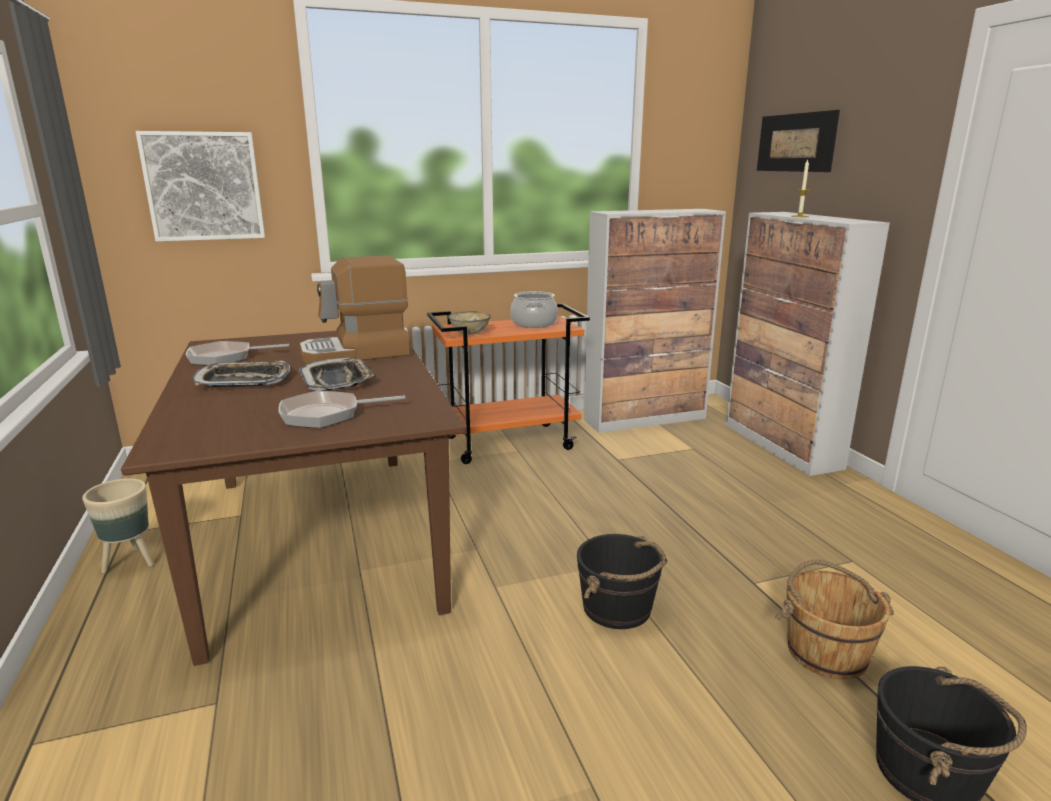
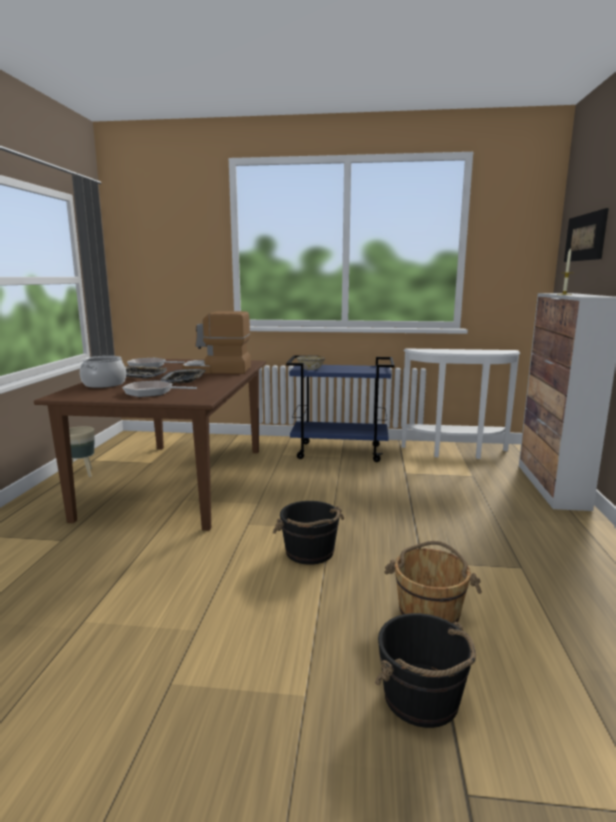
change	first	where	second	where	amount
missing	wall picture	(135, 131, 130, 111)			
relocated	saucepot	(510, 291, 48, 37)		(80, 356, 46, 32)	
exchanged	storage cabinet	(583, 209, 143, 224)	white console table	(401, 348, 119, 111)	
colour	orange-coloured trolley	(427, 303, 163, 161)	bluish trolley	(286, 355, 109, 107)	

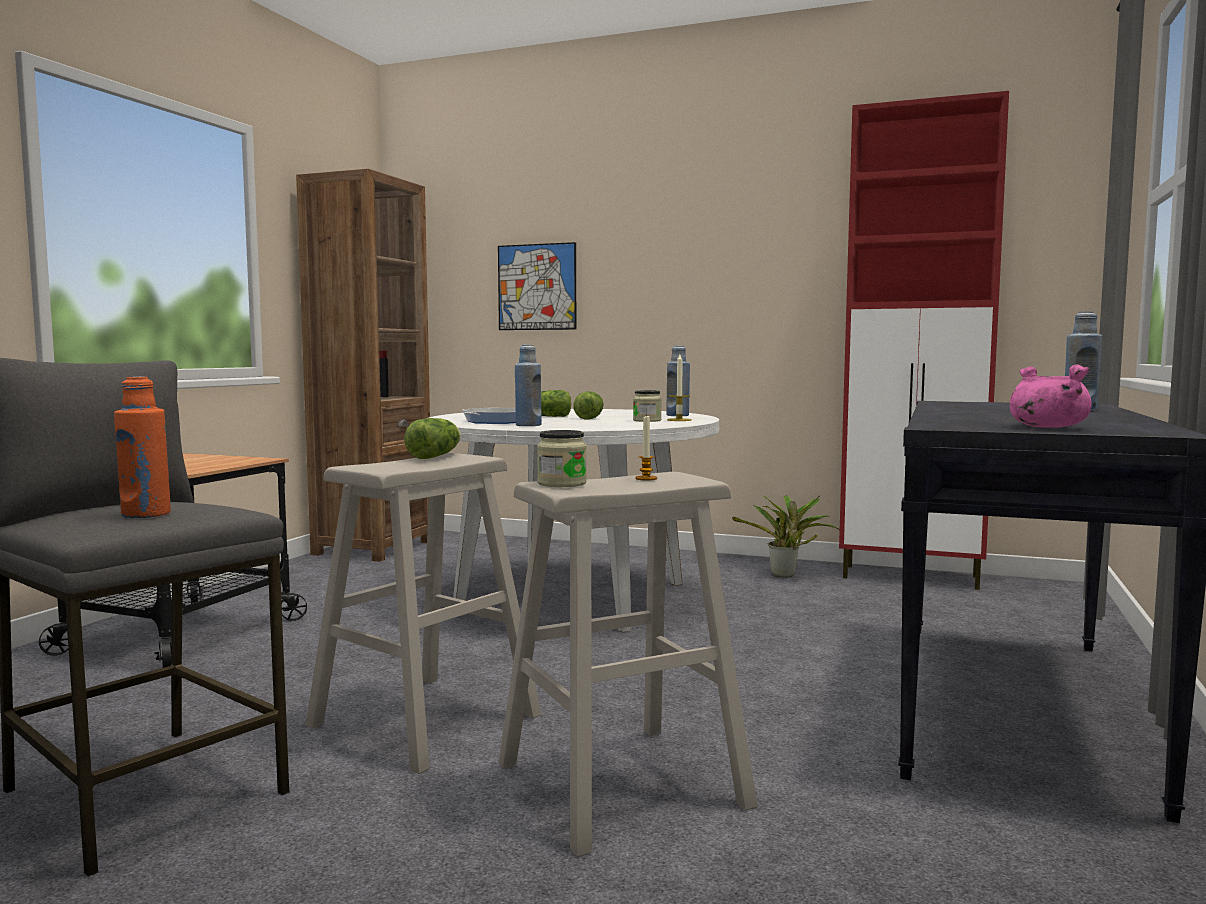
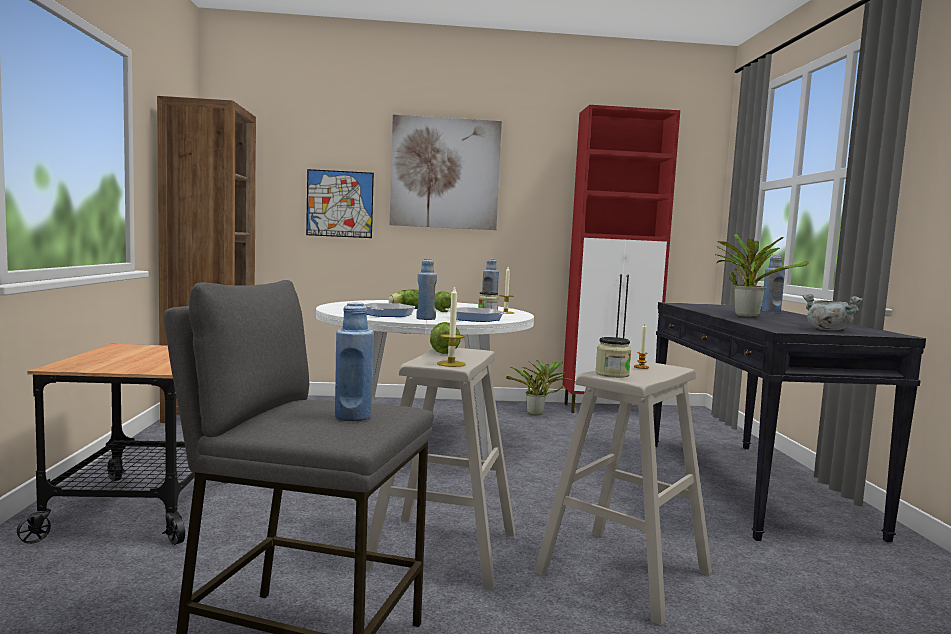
change	first	where	second	where	amount
appeared			wall picture	(389, 115, 113, 115)	
appeared			wax candle	(437, 285, 29, 82)	
appeared			frying pan	(445, 307, 61, 15)	
appeared			plant in a pot	(714, 234, 95, 83)	
colour	orange-coloured drink bottle	(114, 377, 57, 141)	bluish drink bottle	(335, 303, 39, 118)	
colour	pinkish saucepot	(1010, 364, 82, 64)	gray saucepot	(803, 294, 60, 36)	

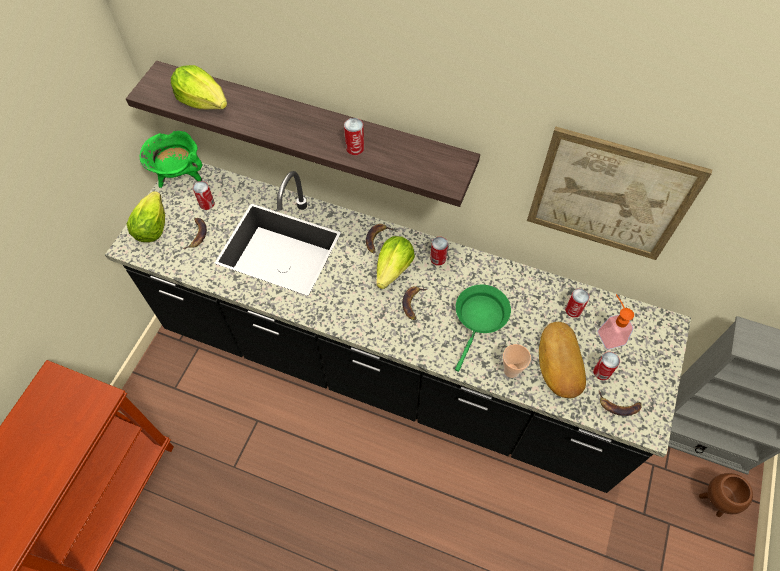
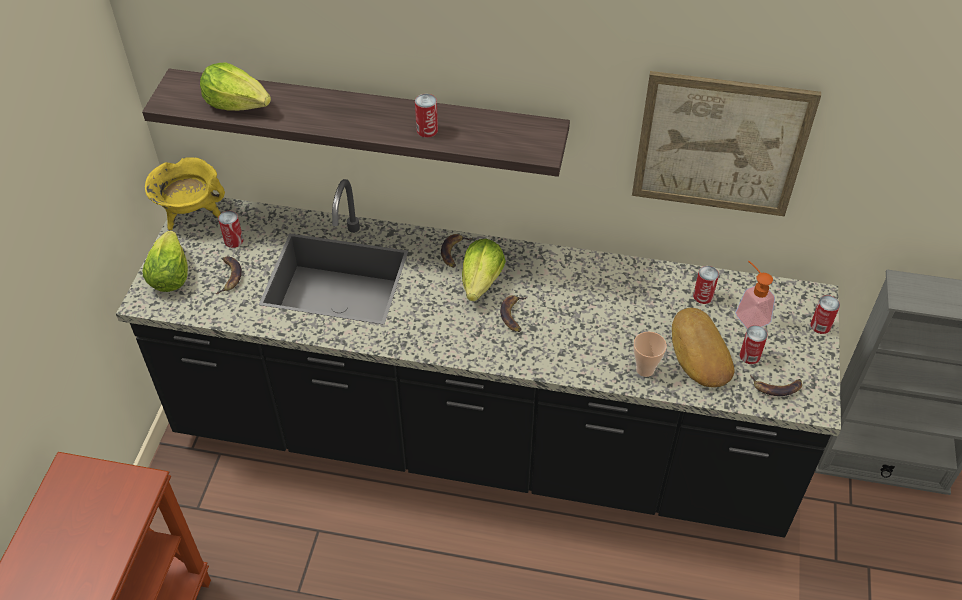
change	first	where	second	where	amount
missing	greenish frying pan	(455, 284, 56, 88)			
missing	brown-coloured plant pot	(699, 473, 54, 44)			
relocated	can	(430, 237, 18, 29)		(810, 295, 30, 39)	
colour	greenish saucepot	(140, 130, 63, 58)	yellow-coloured saucepot	(145, 157, 80, 73)	

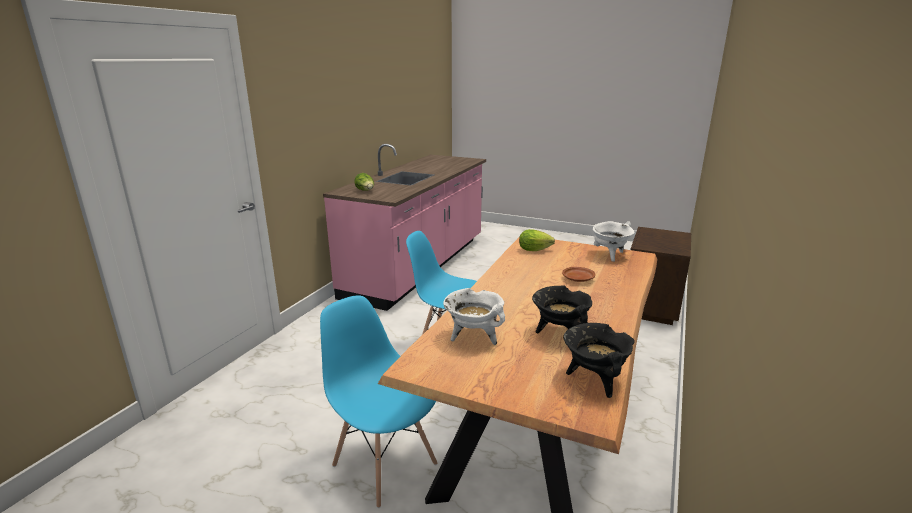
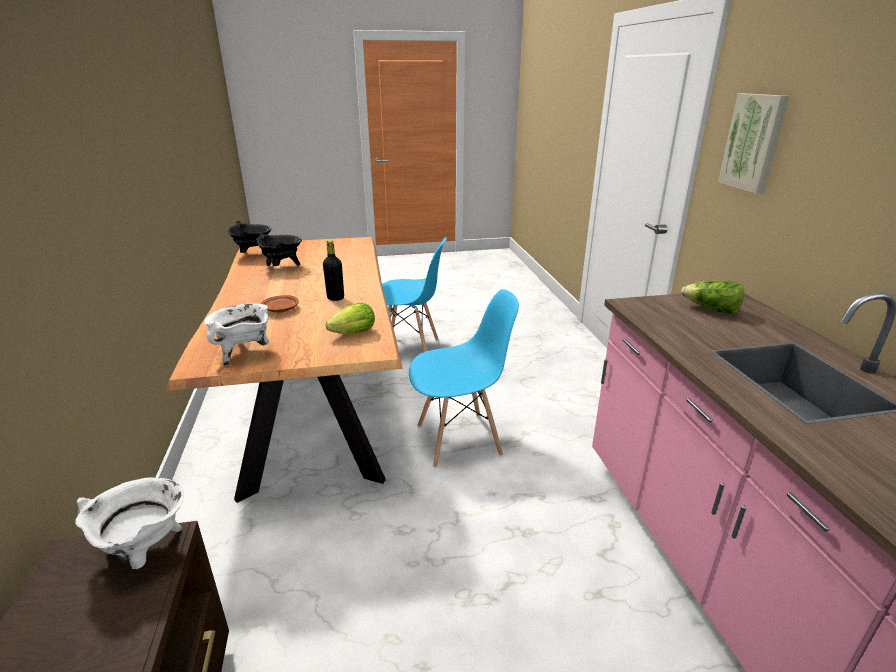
change	first	where	second	where	amount
appeared			black drink bottle	(323, 240, 21, 61)	
appeared			wall picture	(718, 93, 72, 101)	
relocated	white saucepot	(443, 288, 62, 57)		(75, 477, 109, 92)	

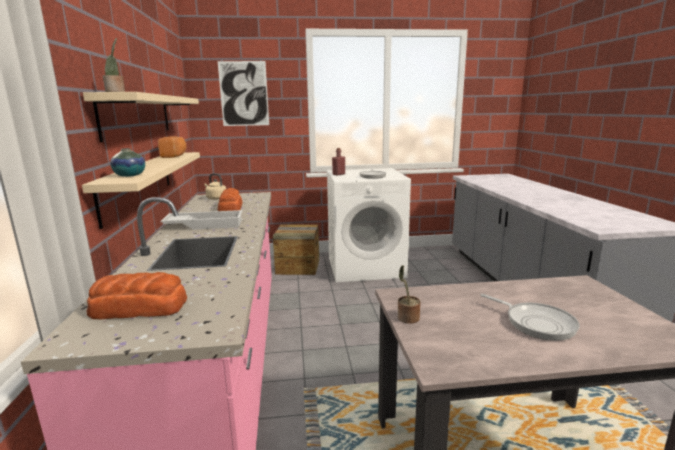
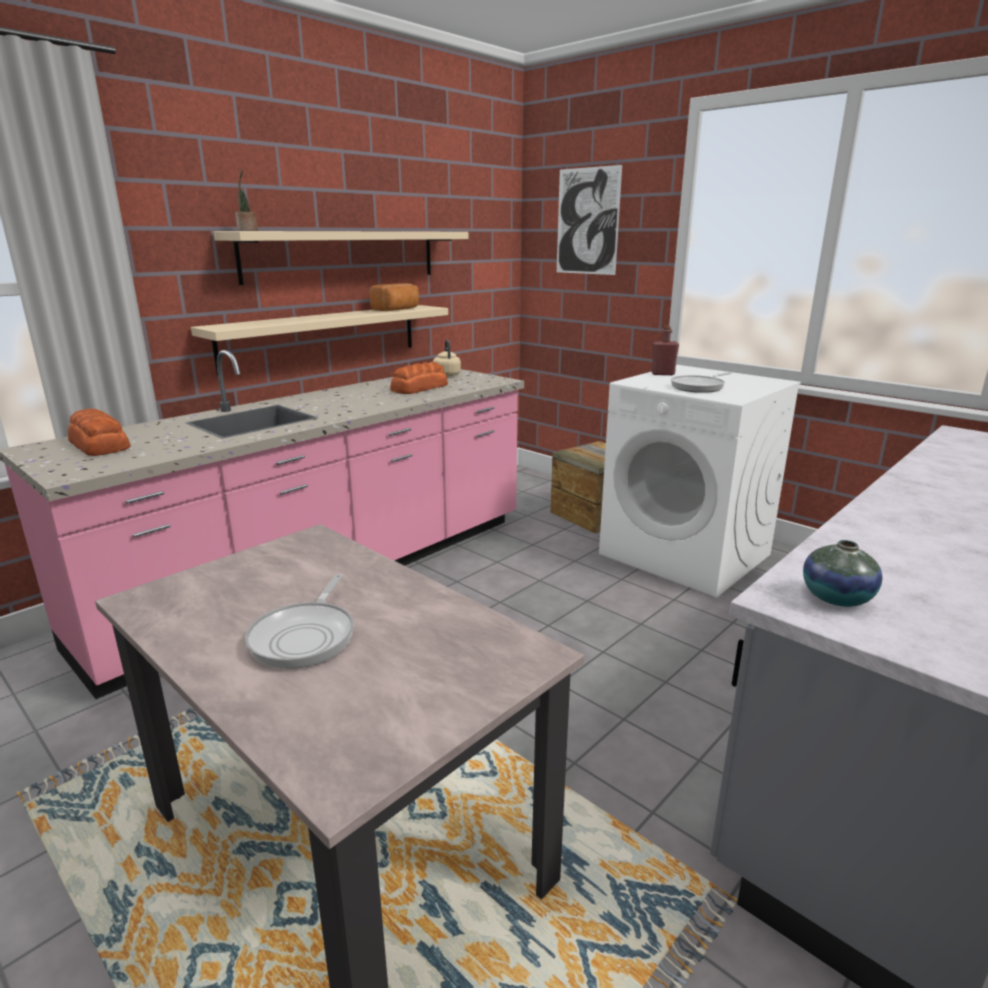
change	first	where	second	where	amount
missing	white serving tray	(160, 210, 83, 20)			
missing	plant in a pot	(398, 265, 23, 59)			
relocated	flower vase	(110, 148, 35, 29)		(803, 540, 80, 67)	

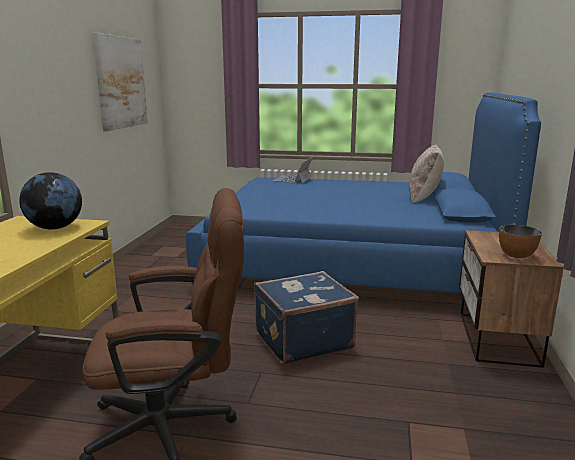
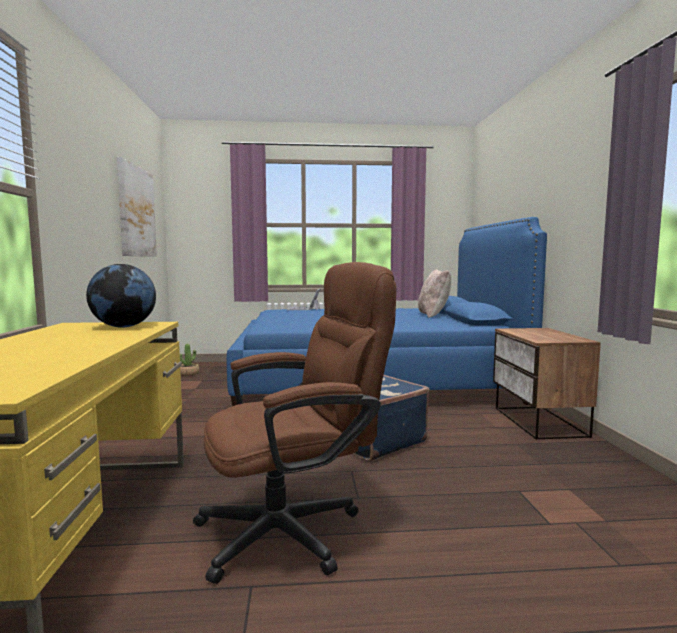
change	first	where	second	where	amount
missing	deep dish	(499, 225, 43, 33)			
appeared			plant in a pot	(180, 344, 19, 32)	

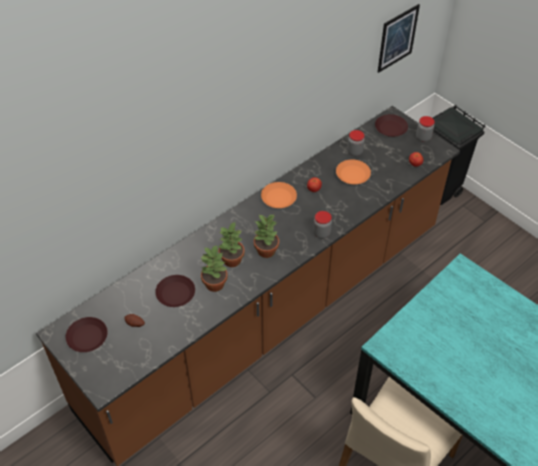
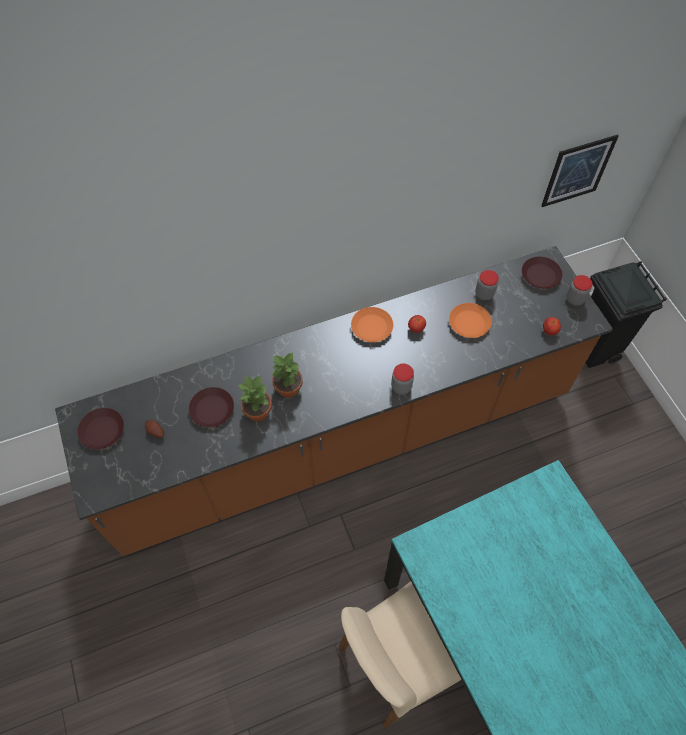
change	first	where	second	where	amount
missing	plant in a pot	(254, 214, 25, 44)			

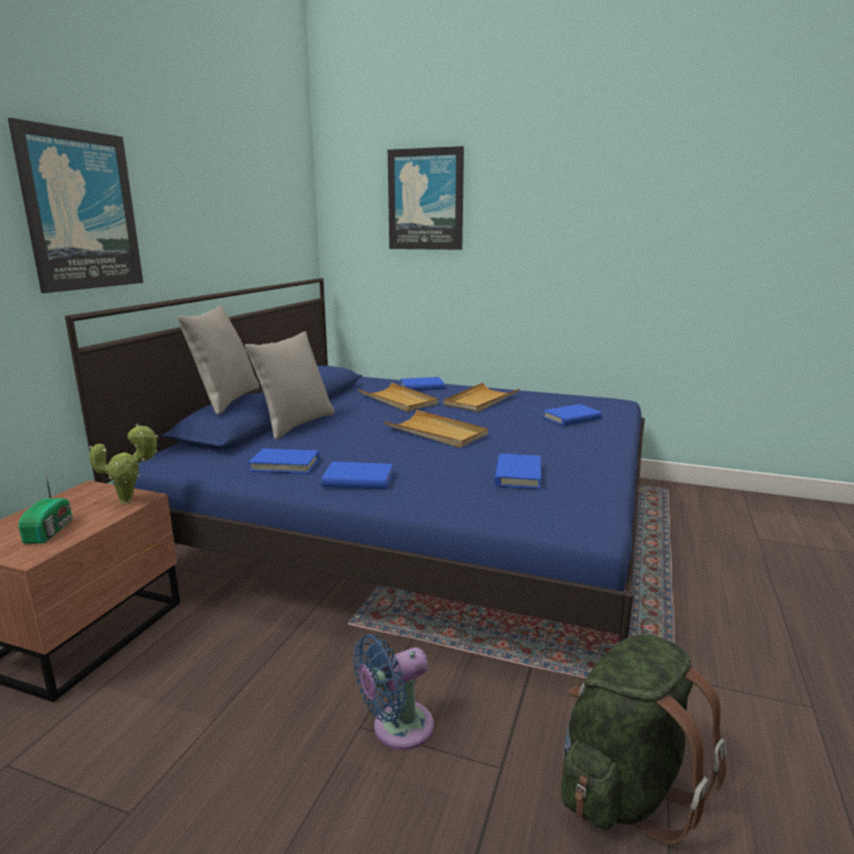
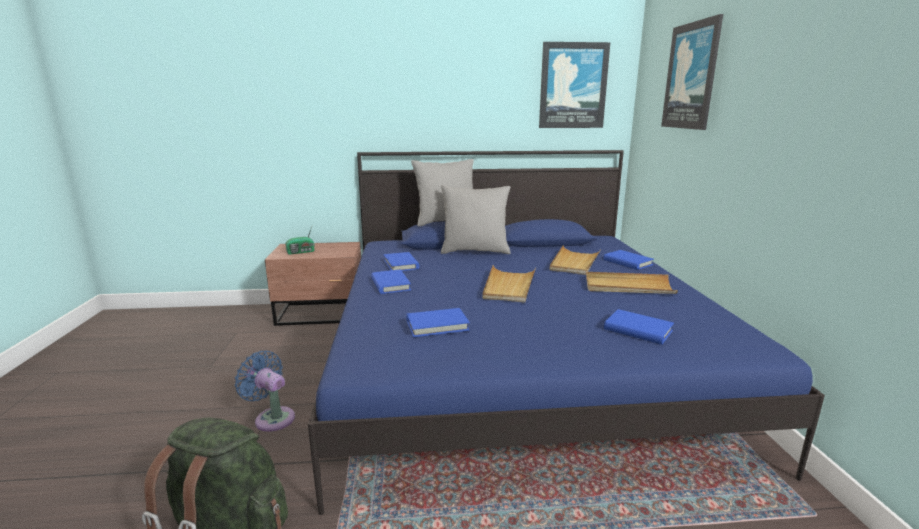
change	first	where	second	where	amount
missing	plant in a pot	(89, 424, 70, 80)			
relocated	wall picture	(8, 118, 135, 175)		(539, 42, 71, 86)	

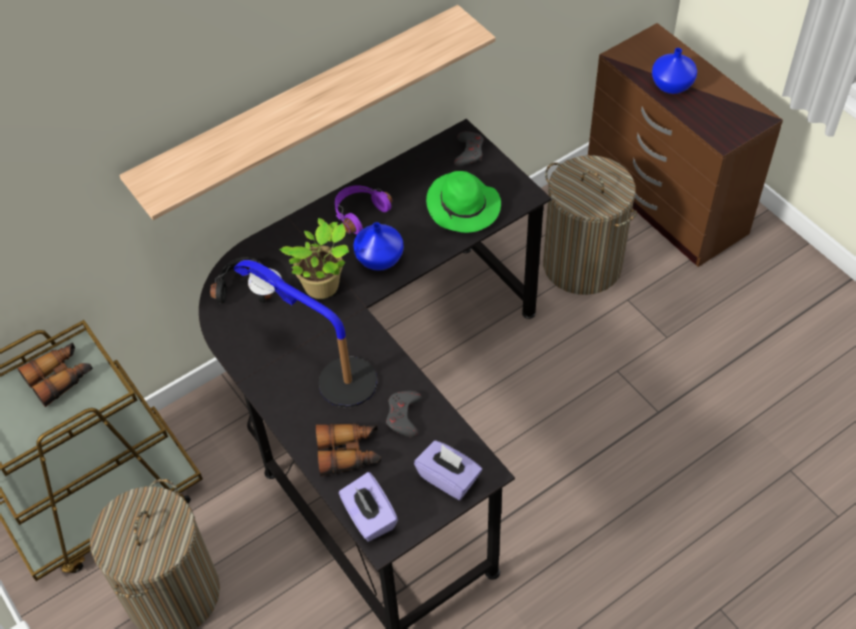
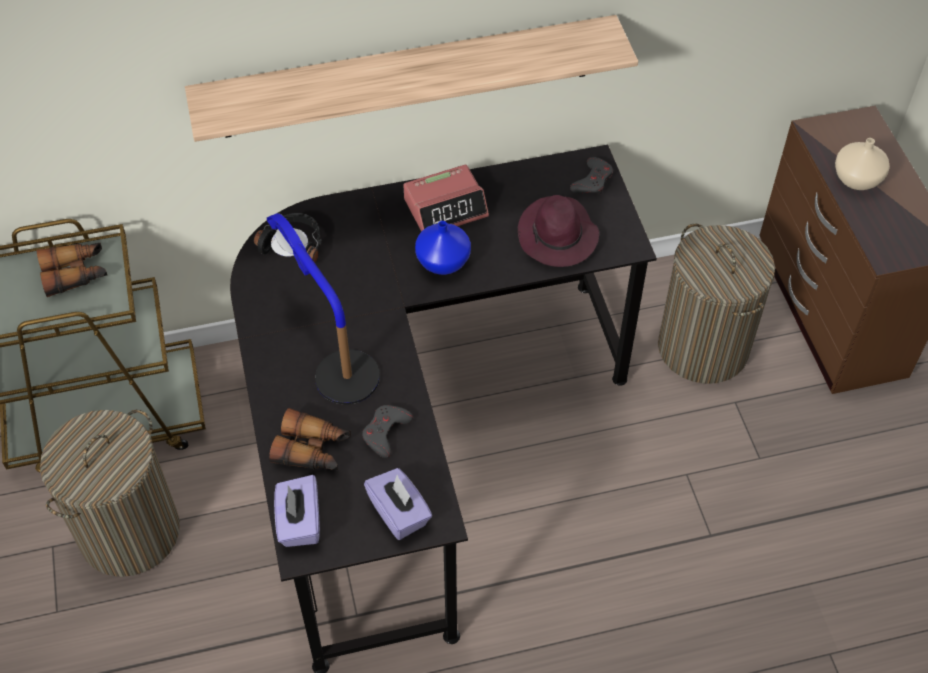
change	first	where	second	where	amount
missing	plant in a pot	(279, 218, 70, 81)			
exchanged	purple headphones	(335, 185, 58, 49)	table clock	(403, 165, 86, 67)	
colour	greenish wearable hat	(426, 171, 75, 62)	purple wearable hat	(518, 195, 81, 72)	
colour	bluish flower vase	(652, 48, 45, 46)	beige flower vase	(835, 138, 55, 52)	

